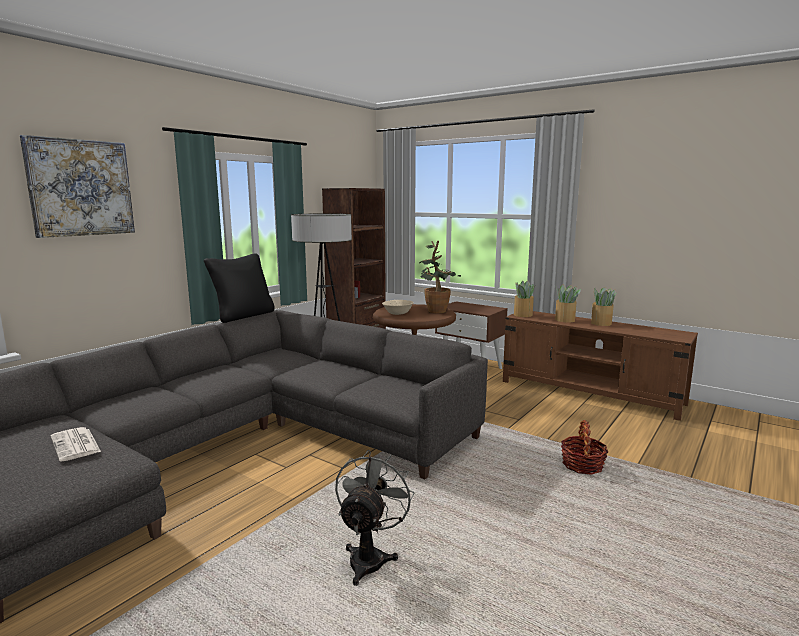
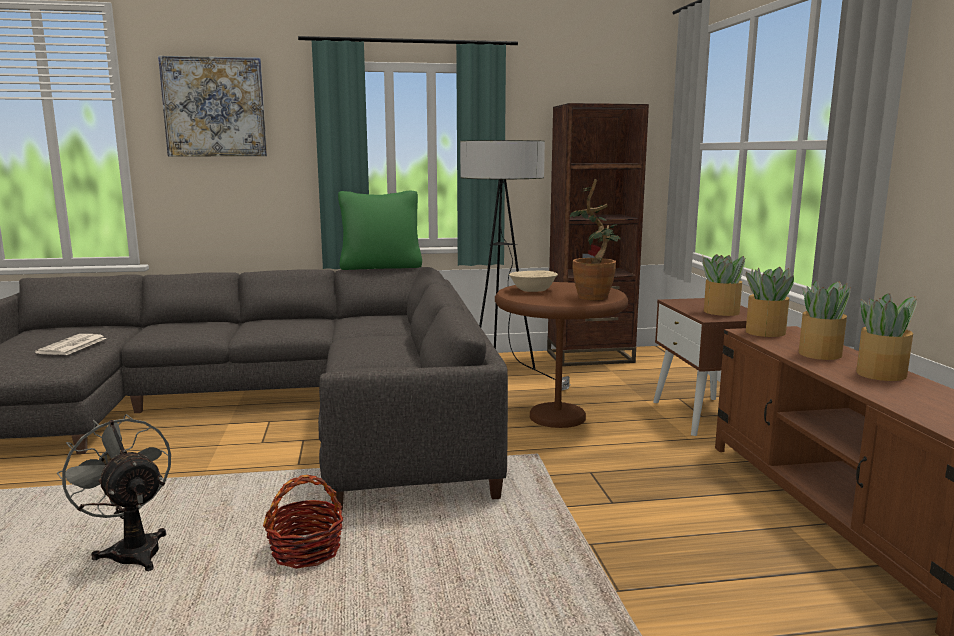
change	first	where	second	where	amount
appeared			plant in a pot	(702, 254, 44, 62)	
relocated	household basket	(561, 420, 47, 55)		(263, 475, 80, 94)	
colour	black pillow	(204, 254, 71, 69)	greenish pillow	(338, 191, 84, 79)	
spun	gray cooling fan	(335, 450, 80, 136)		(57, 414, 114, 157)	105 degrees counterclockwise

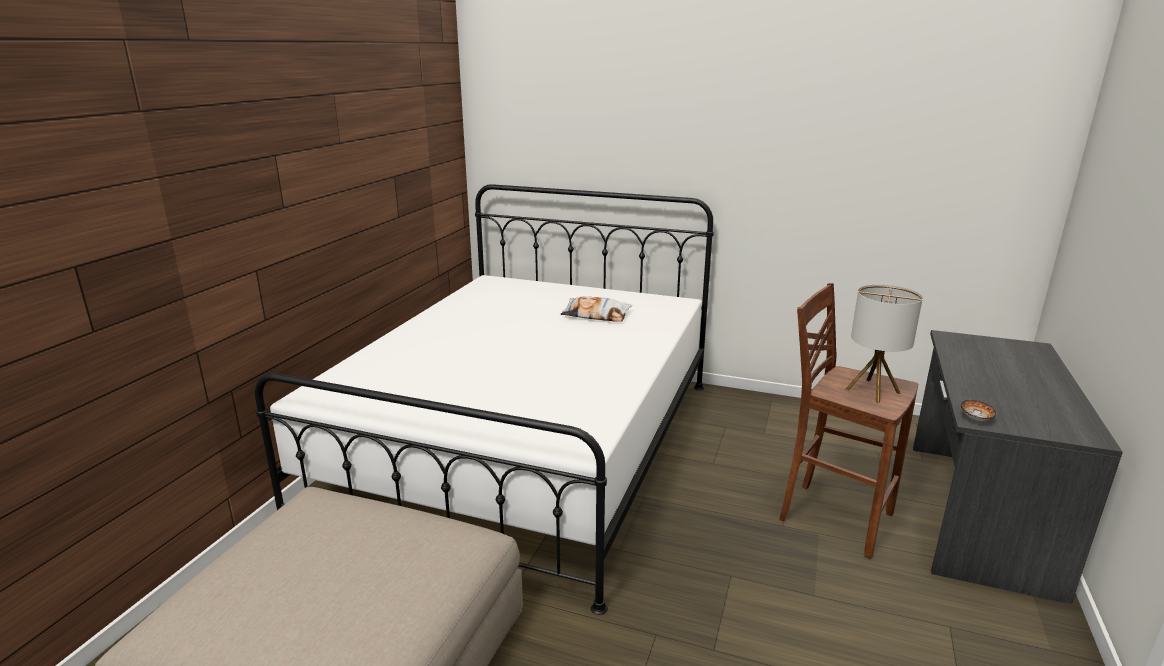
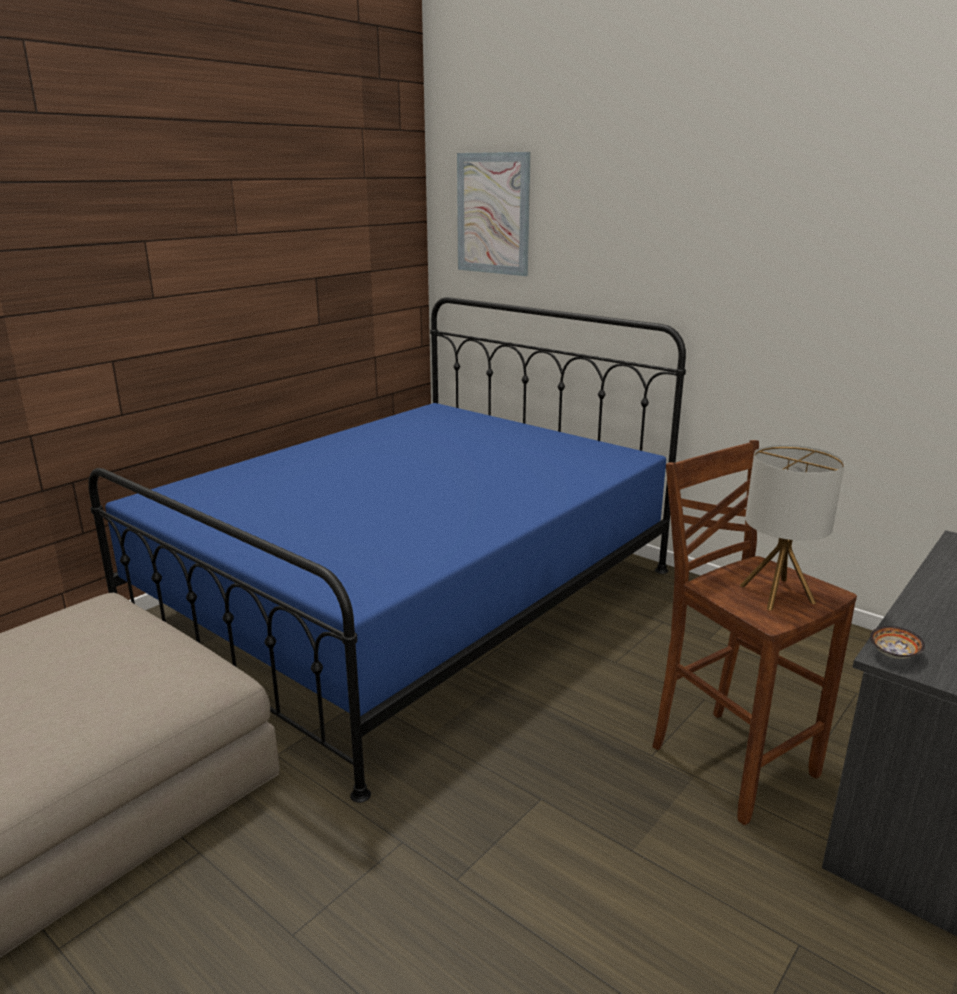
change	first	where	second	where	amount
missing	pillow	(560, 297, 72, 25)			
appeared			wall picture	(457, 152, 74, 124)	
colour	white sleeping bed	(255, 184, 459, 431)	bluish sleeping bed	(88, 297, 598, 506)	

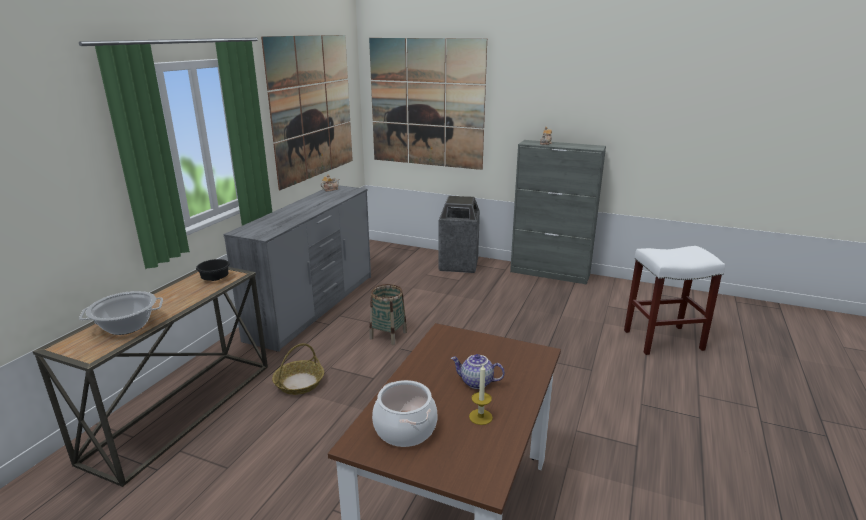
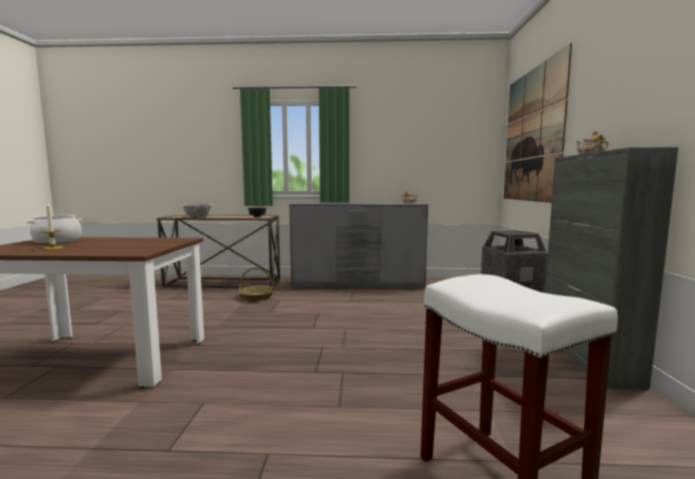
change	first	where	second	where	amount
missing	wall picture	(261, 35, 92, 155)			
missing	household basket	(369, 284, 38, 61)			
missing	teapot	(451, 354, 54, 35)			

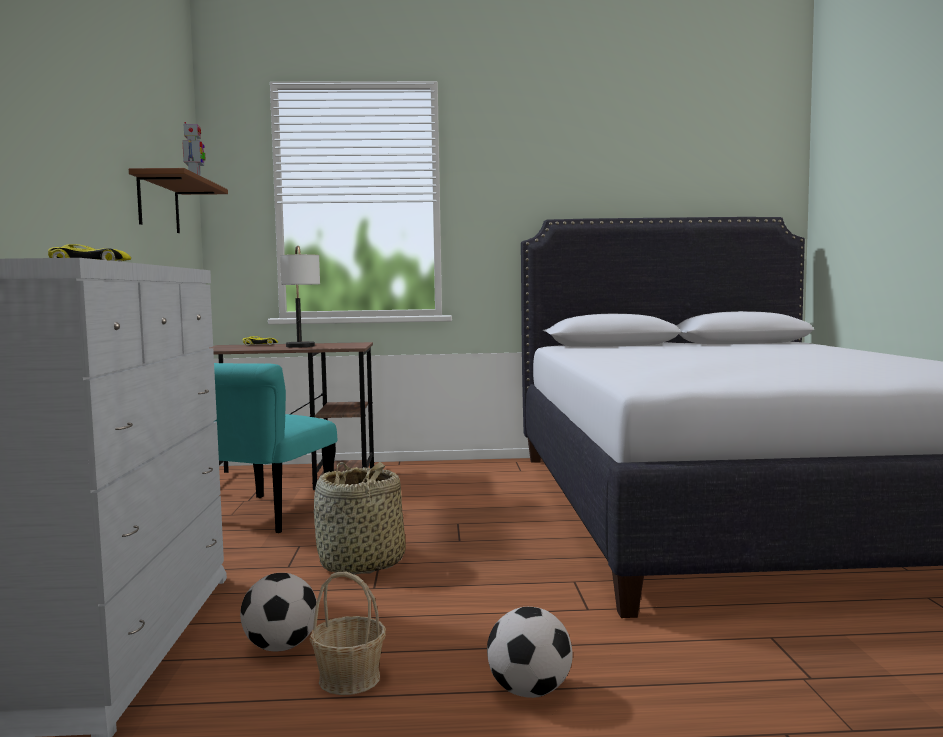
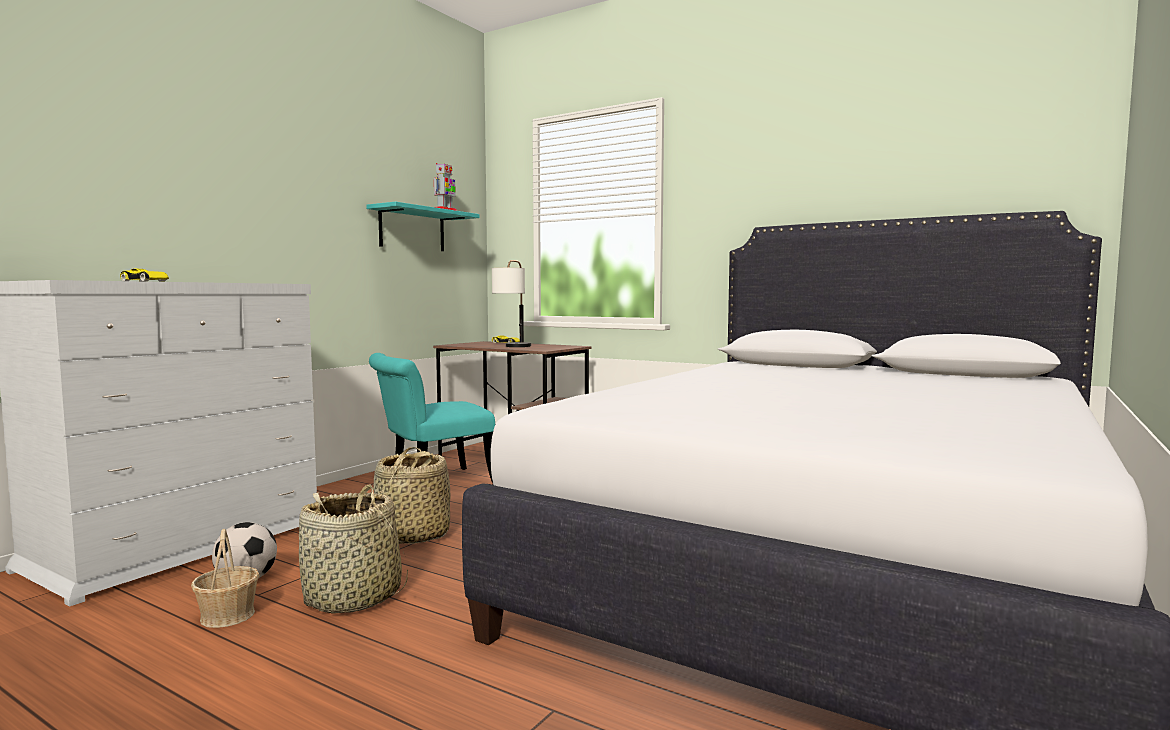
change	first	where	second	where	amount
missing	football ball	(487, 607, 86, 91)			
appeared			household basket	(299, 484, 109, 130)	
colour	brown-coloured wall shelf	(129, 168, 99, 65)	turquoise-coloured wall shelf	(366, 202, 114, 49)	

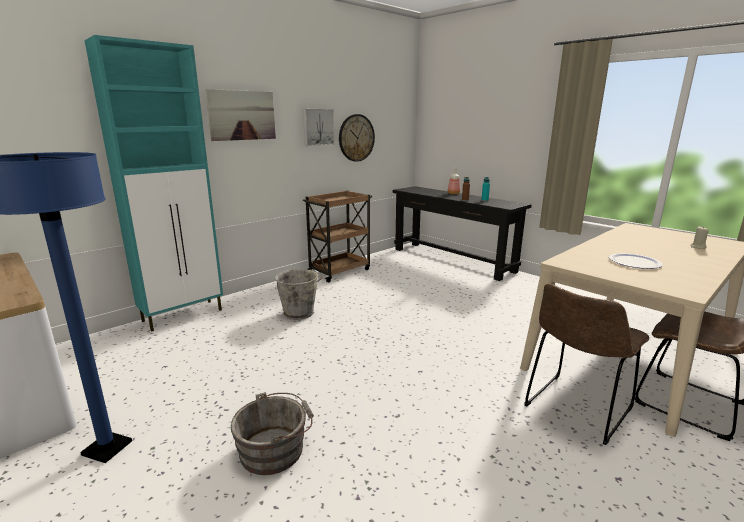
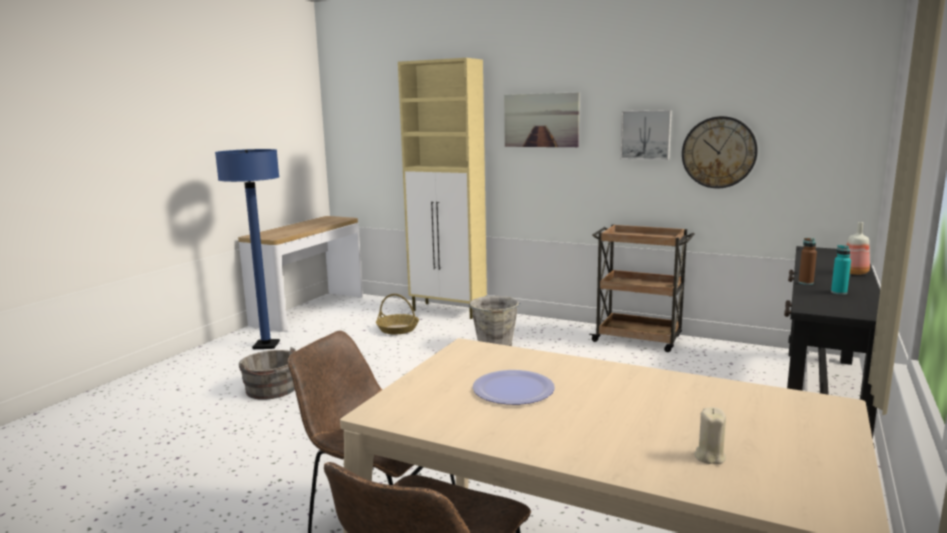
change	first	where	second	where	amount
appeared			household basket	(376, 294, 43, 40)	
colour	turquoise-coloured storage cabinet	(84, 35, 139, 297)	beige storage cabinet	(398, 58, 89, 261)	

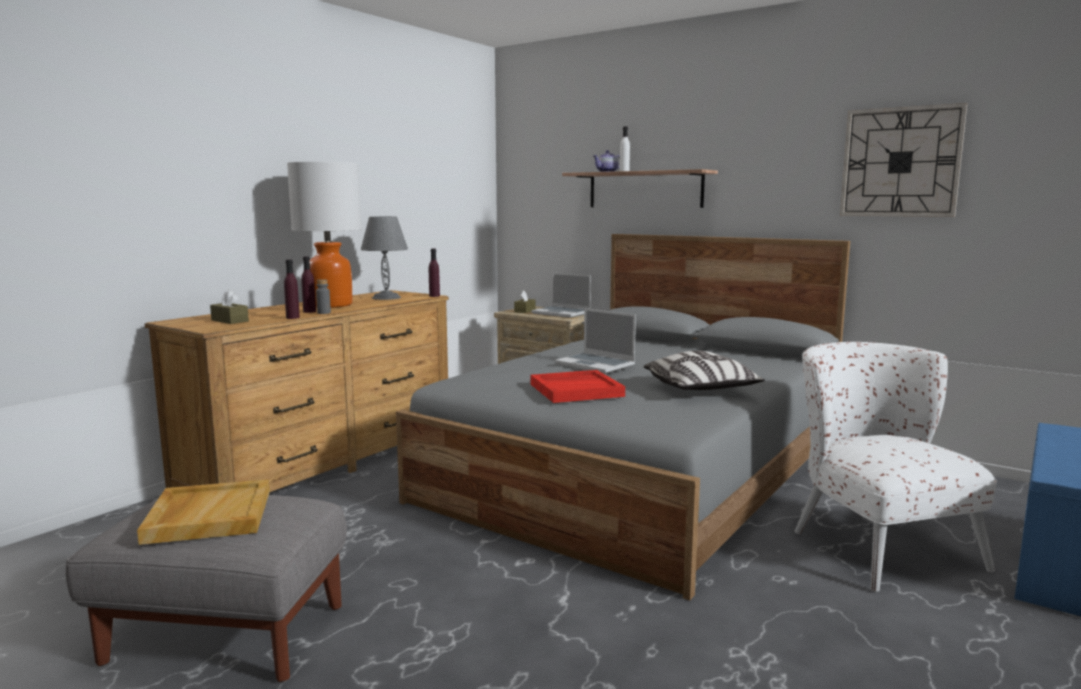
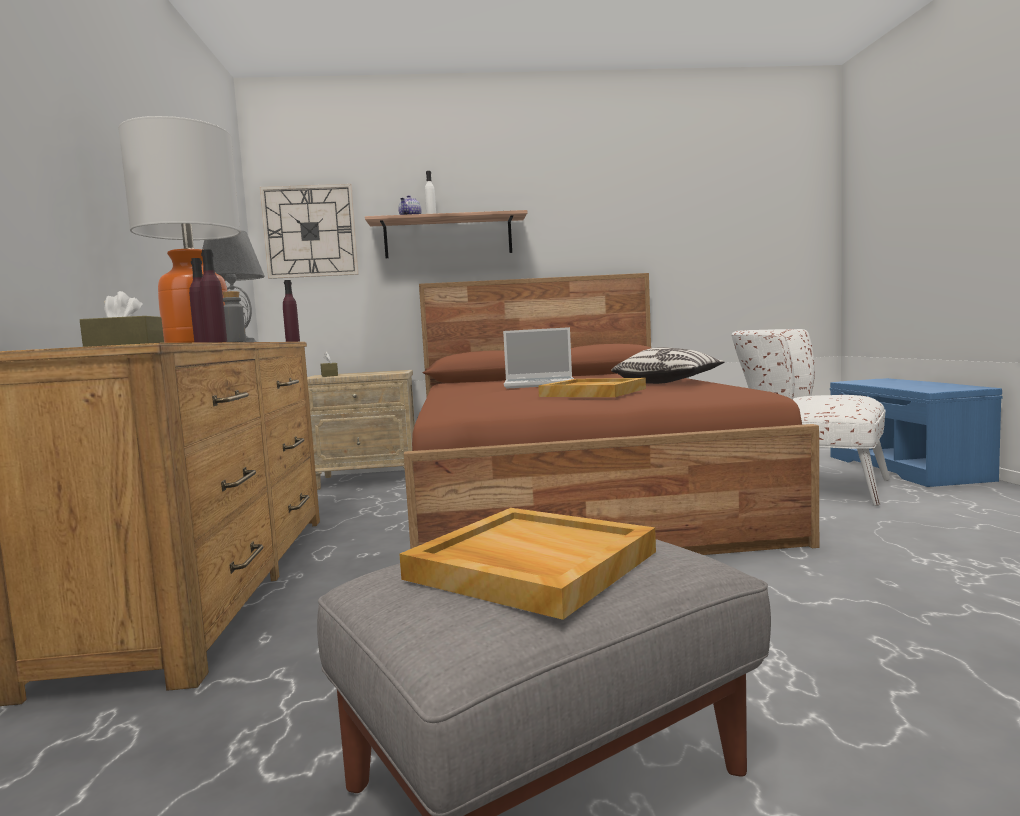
change	first	where	second	where	amount
missing	portable computer	(531, 273, 60, 45)			
relocated	clock on the wall	(840, 103, 127, 114)		(260, 184, 99, 95)	
colour	gray sleeping bed	(396, 234, 454, 366)	brown-coloured sleeping bed	(404, 273, 415, 282)	
colour	red serving tray	(531, 370, 94, 33)	beige serving tray	(538, 378, 108, 19)	

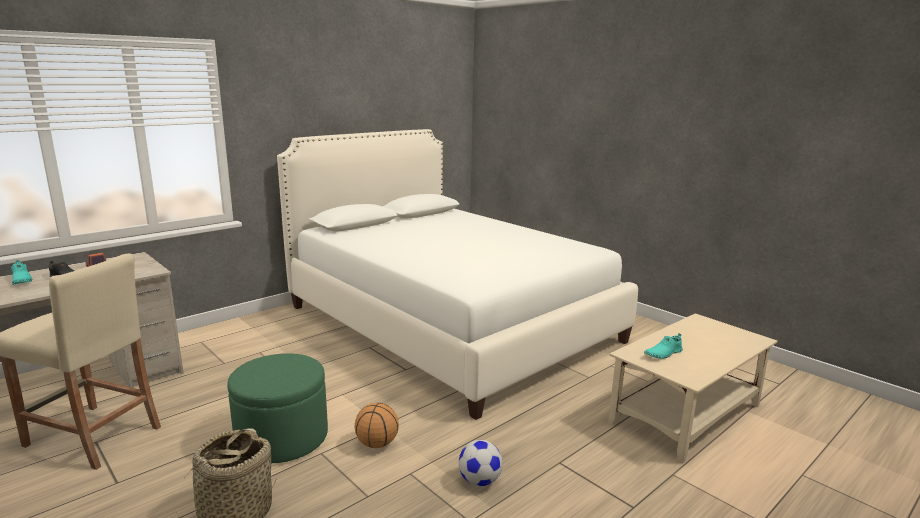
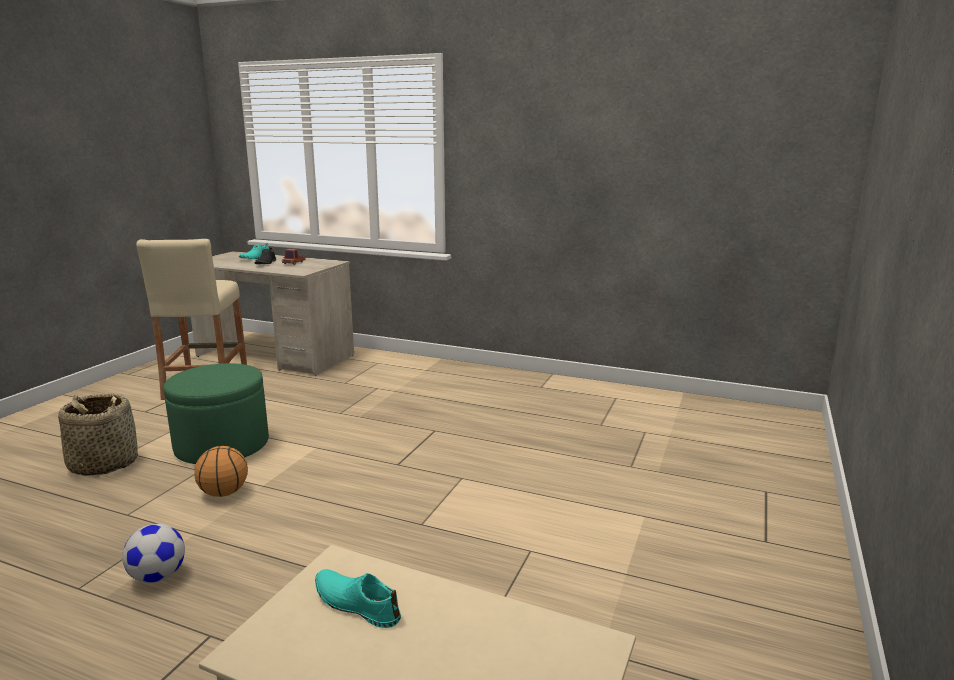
change	first	where	second	where	amount
missing	white sleeping bed	(277, 129, 361, 291)			

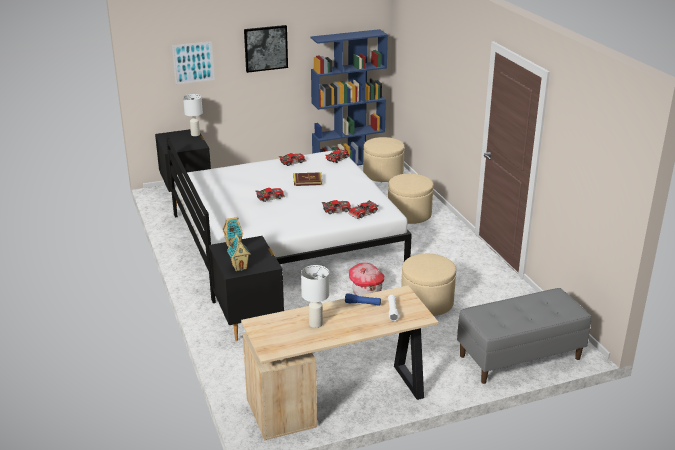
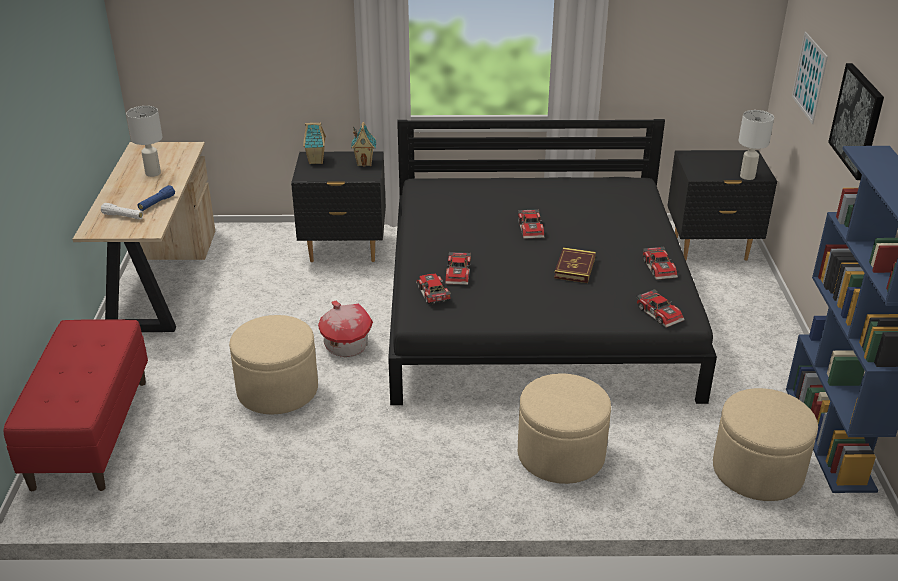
change	first	where	second	where	amount
colour	white sleeping bed	(166, 136, 246, 167)	black sleeping bed	(388, 119, 329, 286)	
colour	gray bench	(457, 288, 134, 96)	red bench	(3, 319, 145, 172)	

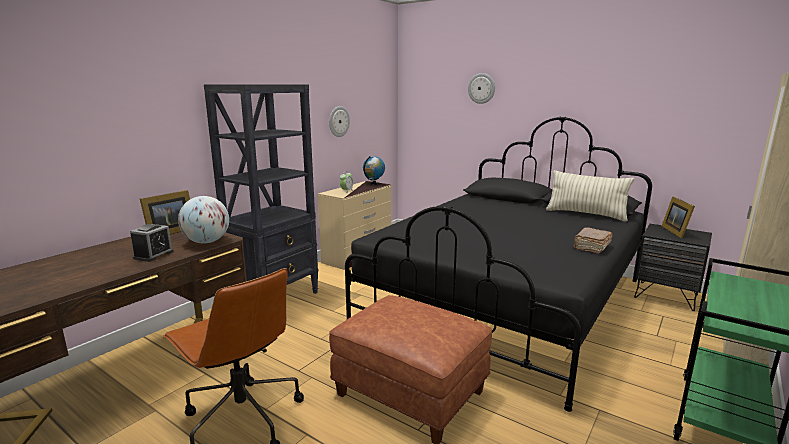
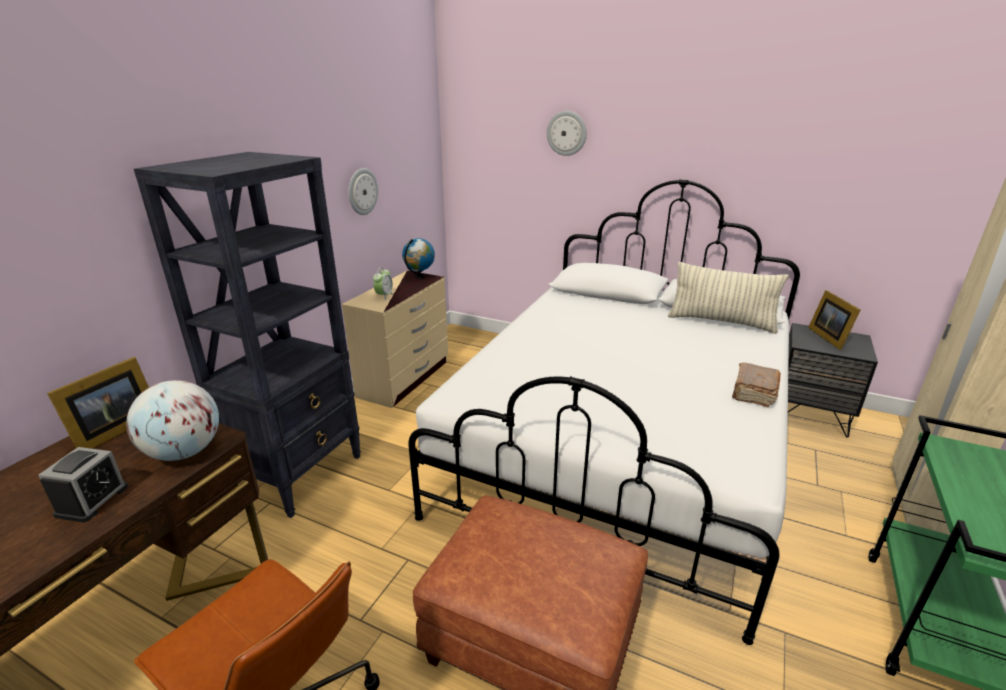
change	first	where	second	where	amount
colour	black sleeping bed	(345, 117, 307, 295)	white sleeping bed	(408, 179, 392, 466)	

